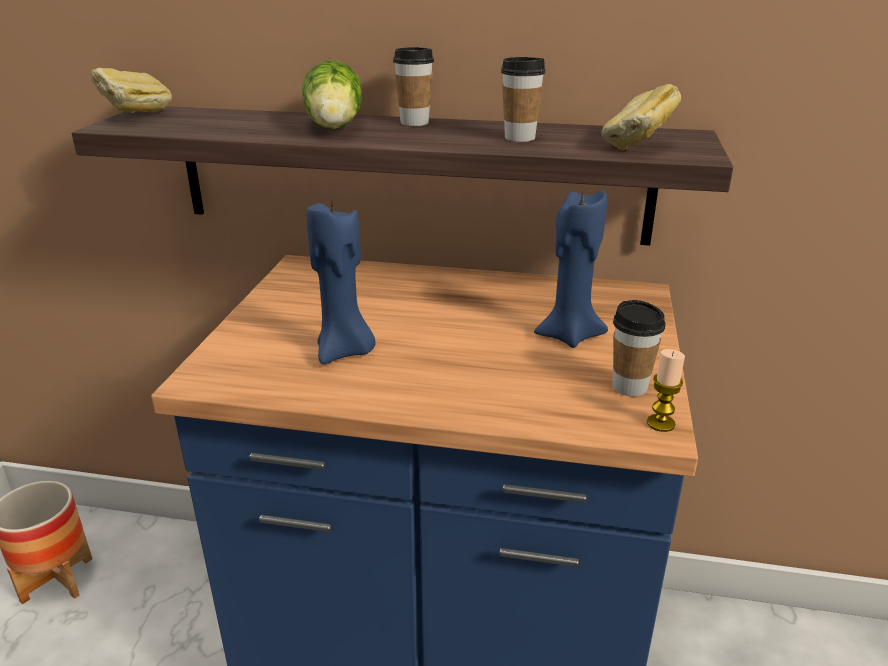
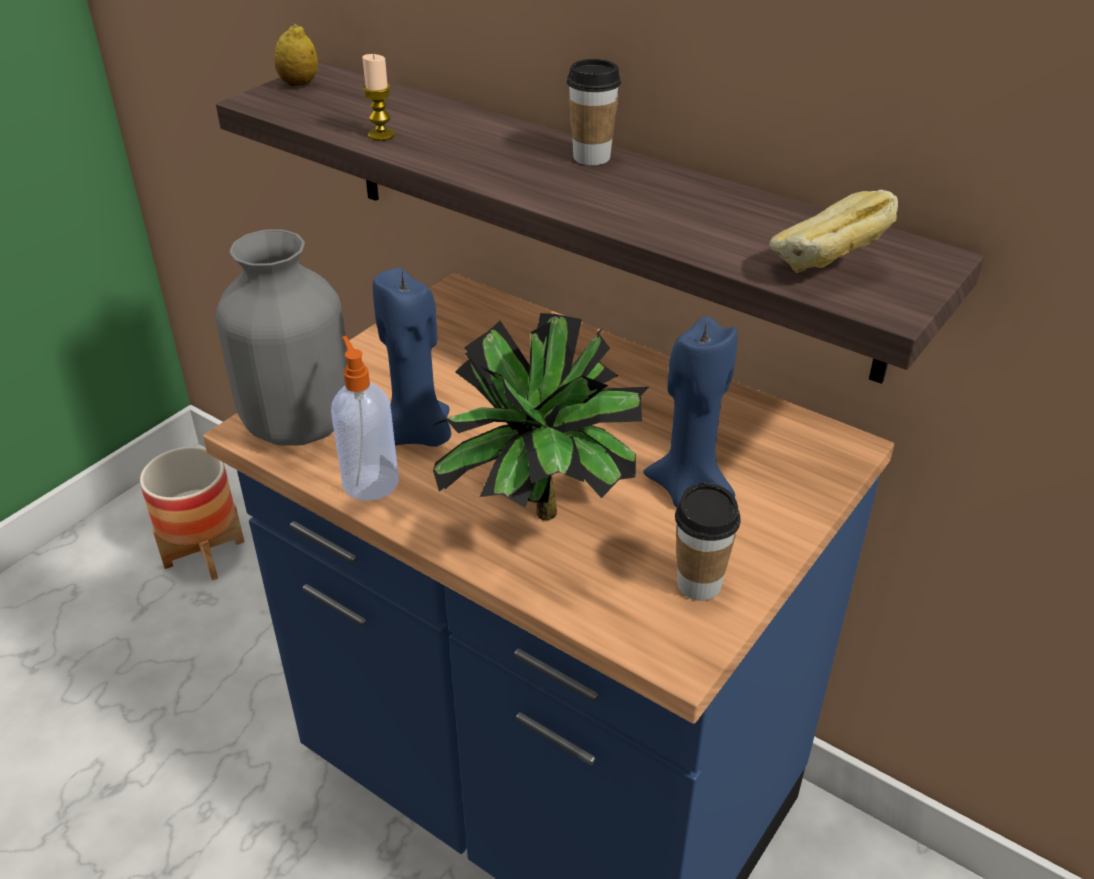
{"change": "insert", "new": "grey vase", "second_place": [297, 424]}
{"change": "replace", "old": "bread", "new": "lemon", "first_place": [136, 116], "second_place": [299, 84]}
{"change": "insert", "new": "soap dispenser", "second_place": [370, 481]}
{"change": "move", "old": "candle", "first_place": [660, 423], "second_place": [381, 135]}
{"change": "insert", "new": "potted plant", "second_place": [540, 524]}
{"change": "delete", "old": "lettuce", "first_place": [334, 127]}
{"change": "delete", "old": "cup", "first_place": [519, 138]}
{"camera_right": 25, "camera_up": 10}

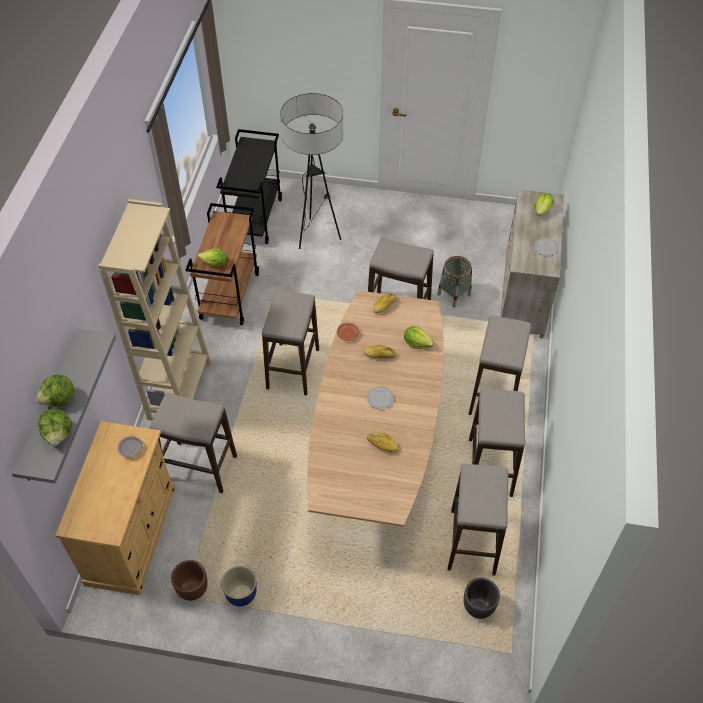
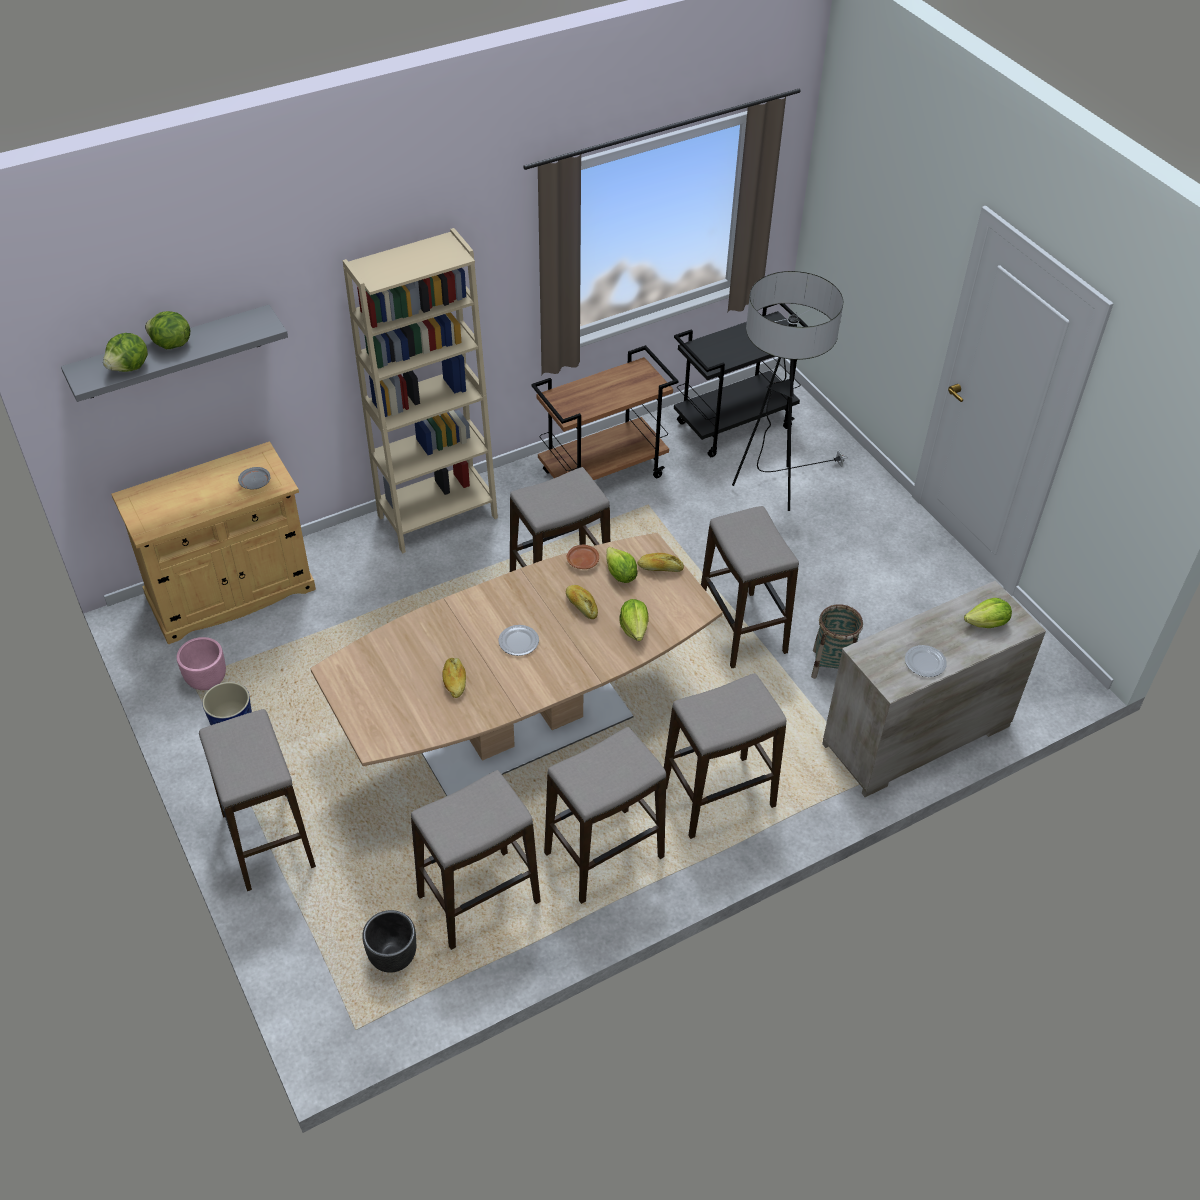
{"change": "recolor", "old": "brown planter", "new": "pink planter", "first_place": [192, 589], "second_place": [207, 680]}
{"change": "move", "old": "stool", "first_place": [200, 467], "second_place": [268, 840]}
{"change": "move", "old": "lettuce", "first_place": [215, 263], "second_place": [620, 575]}
{"camera_right": 50, "camera_up": -5}

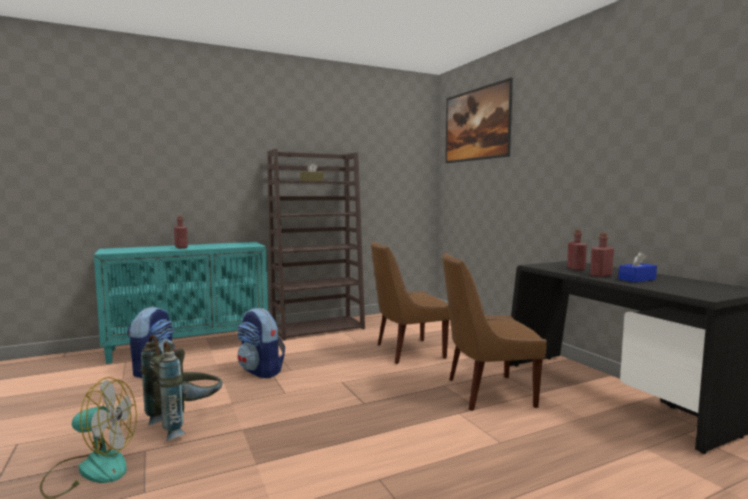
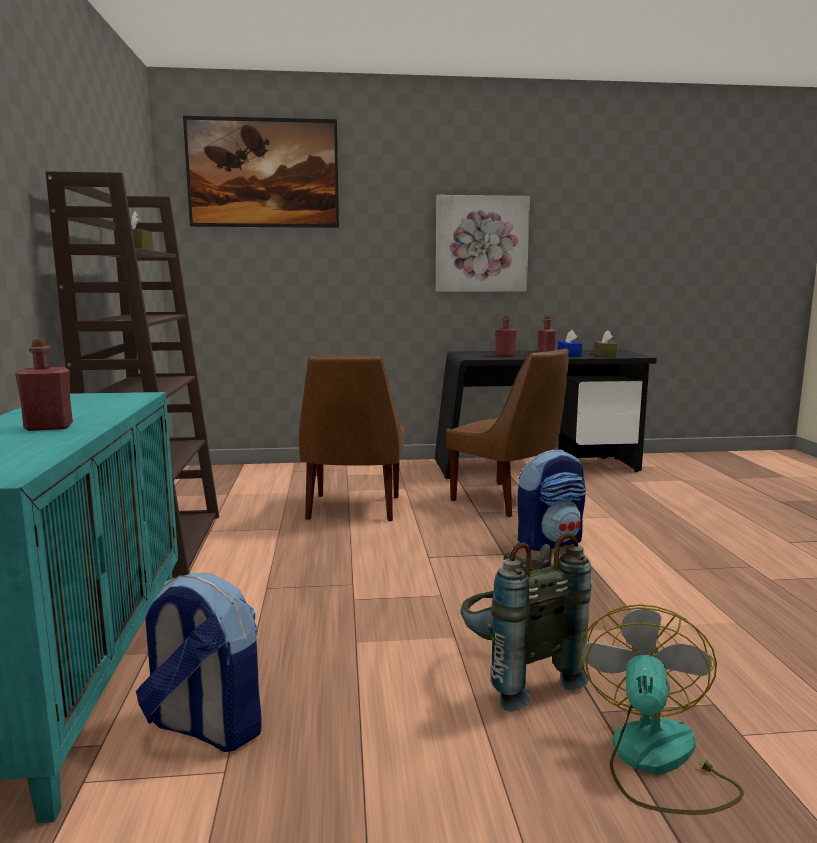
{"change": "insert", "new": "picture", "second_place": [481, 244]}
{"change": "rotate", "old": "brown chair", "first_place": [486, 393], "second_place": [507, 500], "degrees": -60}
{"change": "move", "old": "backpack", "first_place": [261, 371], "second_place": [550, 542]}
{"change": "insert", "new": "brown tissue box", "second_place": [605, 355]}
{"camera_right": -70, "camera_up": 5}

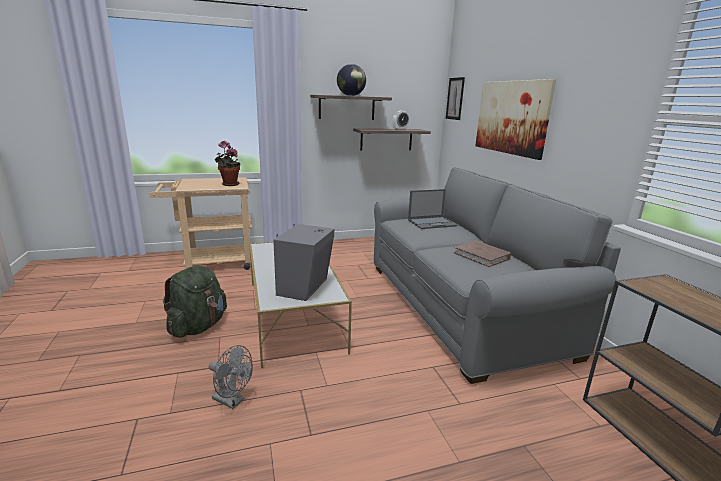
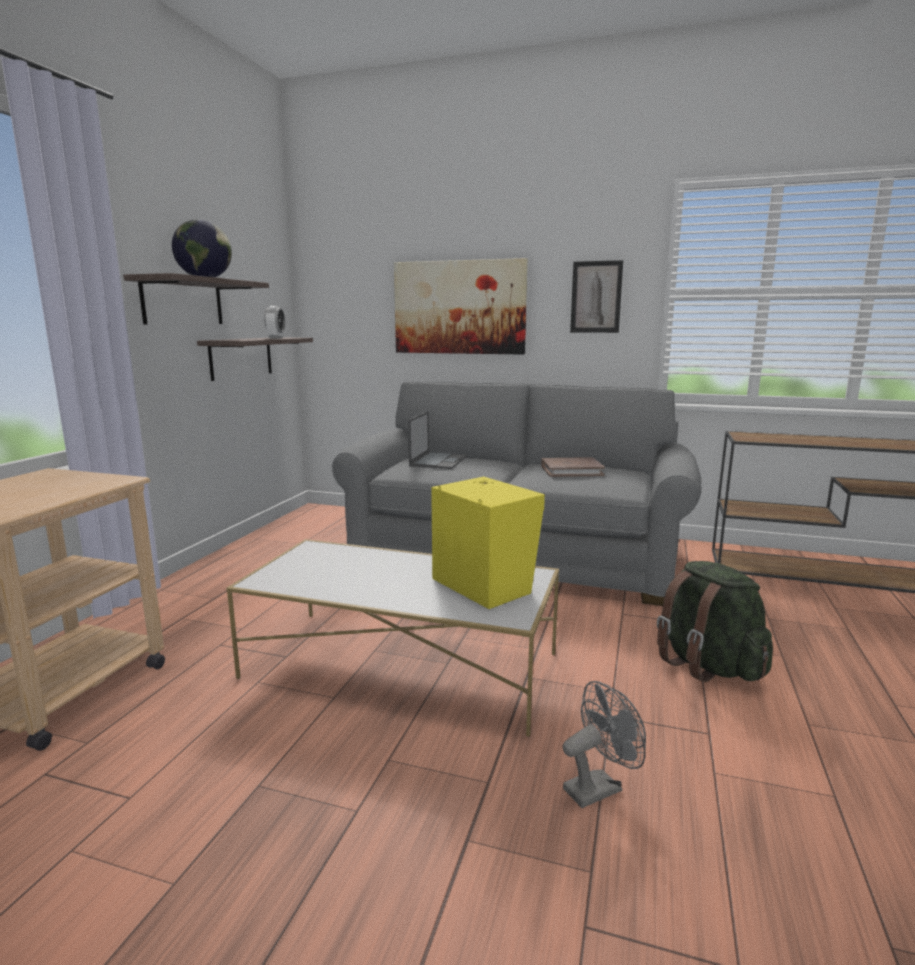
{"change": "recolor", "old": "grey speaker", "new": "yellow speaker", "first_place": [305, 287], "second_place": [483, 584]}
{"change": "move", "old": "picture", "first_place": [455, 98], "second_place": [596, 297]}
{"change": "move", "old": "green backpack", "first_place": [198, 327], "second_place": [707, 665]}
{"change": "delete", "old": "potted plant", "first_place": [229, 184]}
{"camera_right": -55, "camera_up": -5}

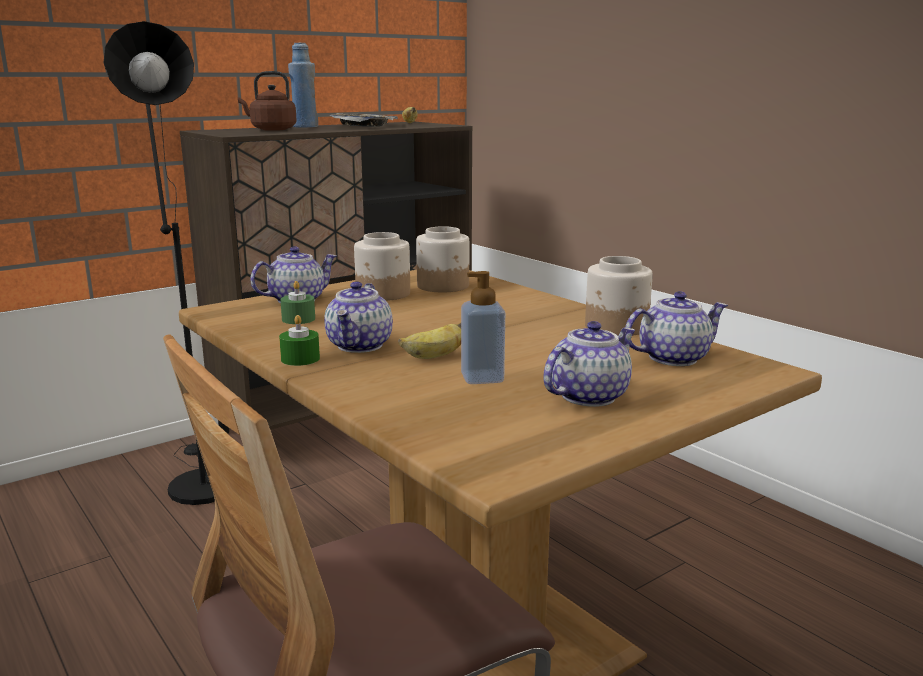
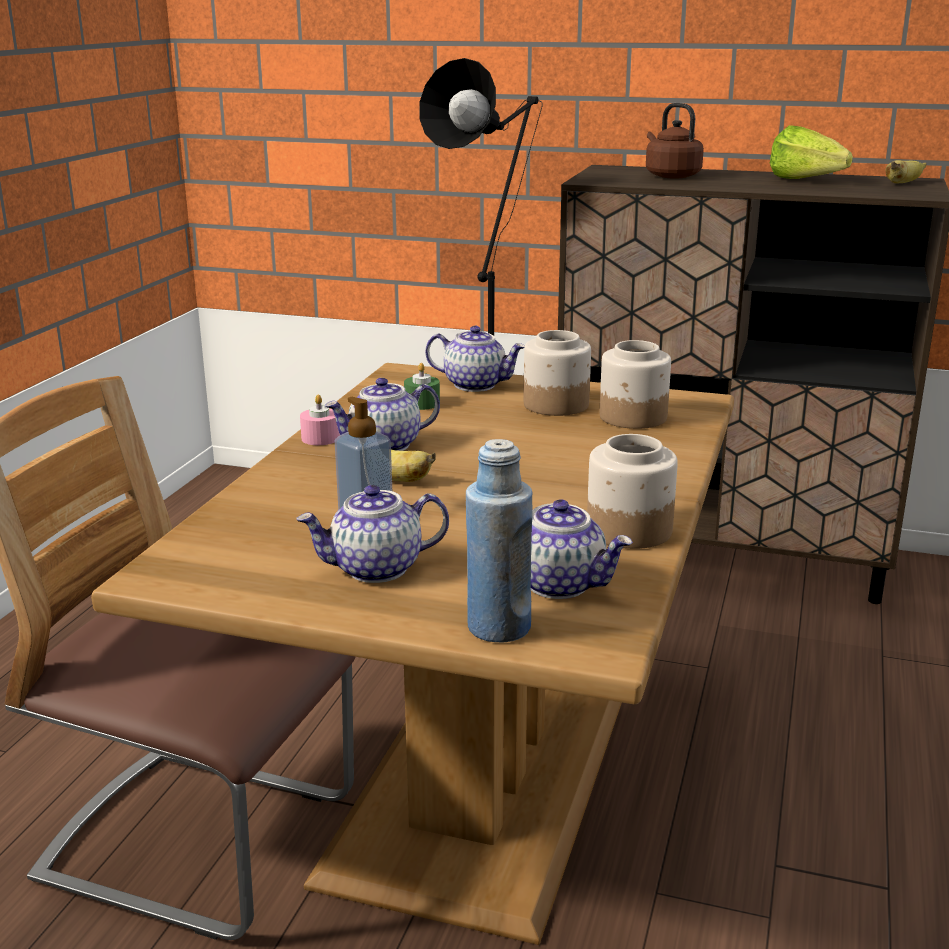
{"change": "rotate", "old": "teapot", "first_place": [588, 396], "second_place": [375, 569], "degrees": 150}
{"change": "recolor", "old": "green candle", "new": "pink candle", "first_place": [300, 359], "second_place": [320, 438]}
{"change": "move", "old": "blue bottle", "first_place": [305, 126], "second_place": [498, 627]}
{"change": "replace", "old": "tray", "new": "lettuce", "first_place": [363, 126], "second_place": [810, 181]}
{"camera_right": 55, "camera_up": 5}

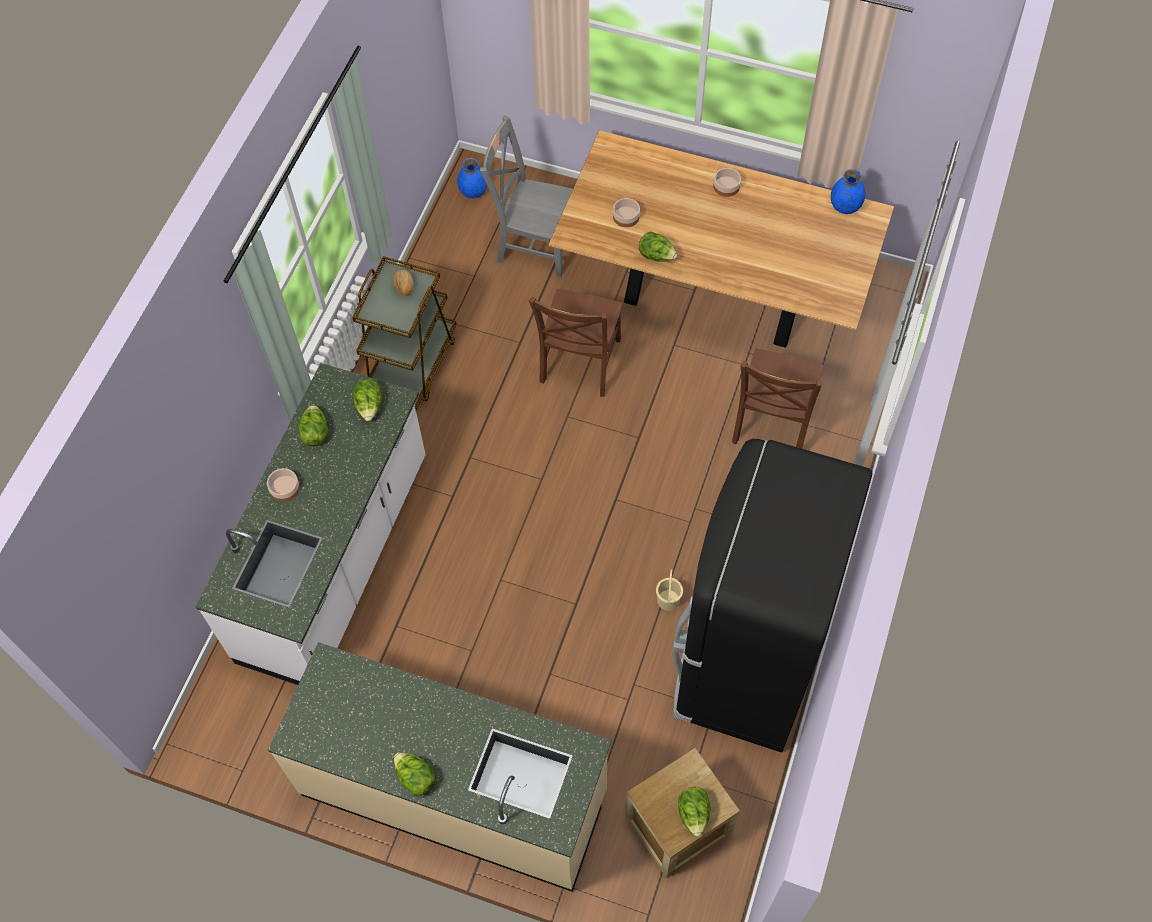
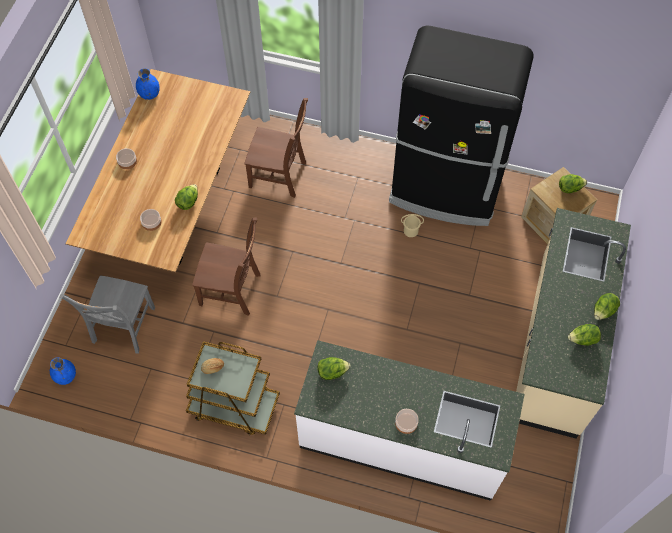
{"change": "move", "old": "lettuce", "first_place": [315, 433], "second_place": [582, 339]}
{"camera_right": -95, "camera_up": 0}

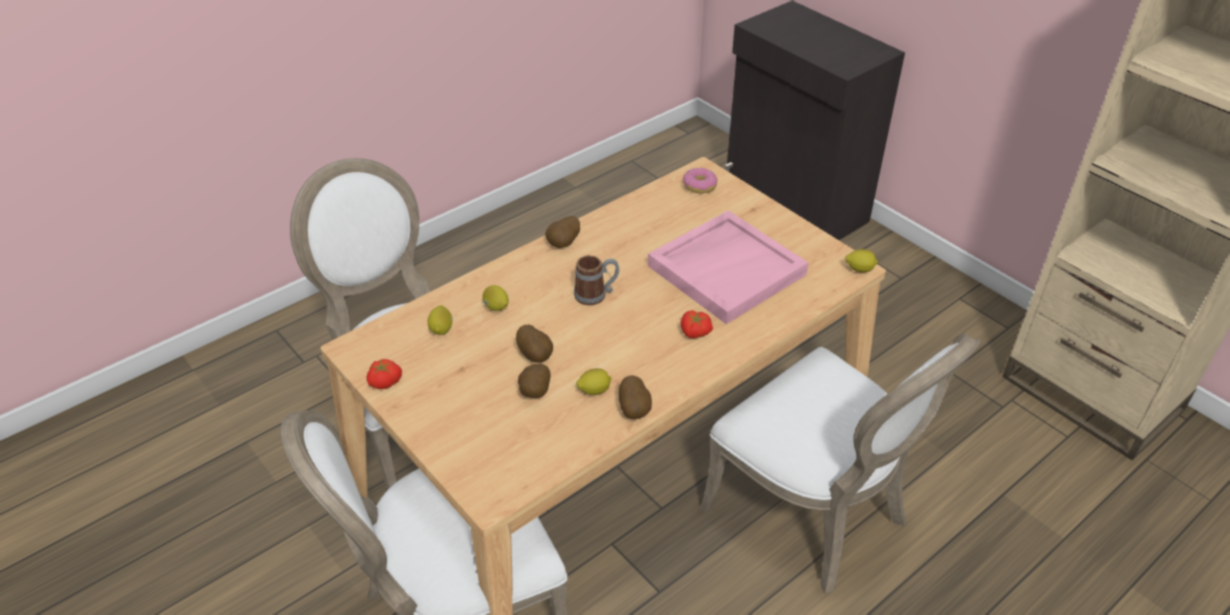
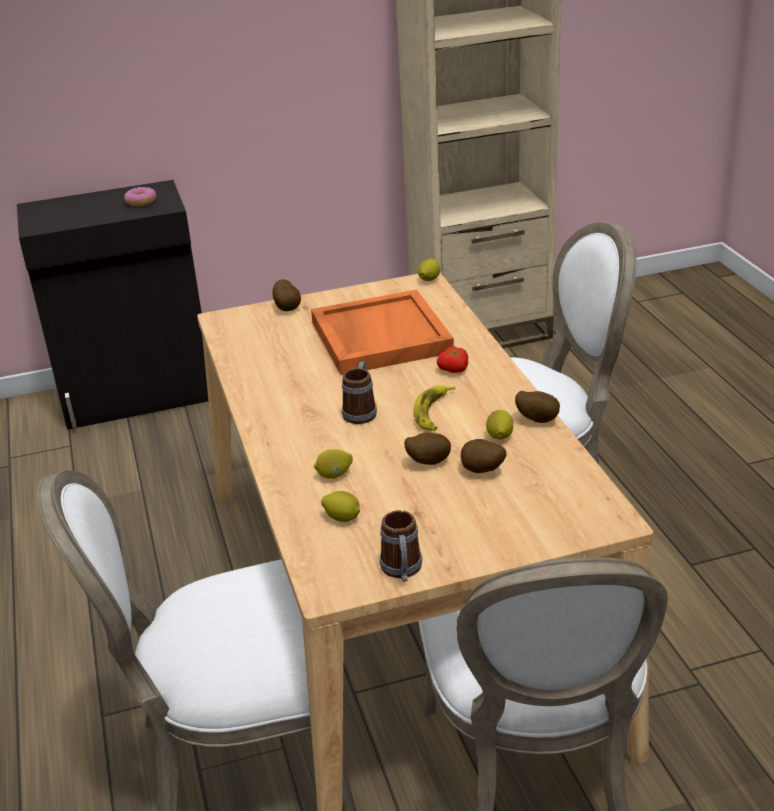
{"change": "move", "old": "donut", "first_place": [699, 186], "second_place": [141, 202]}
{"change": "move", "old": "potato", "first_place": [564, 244], "second_place": [288, 308]}
{"change": "recolor", "old": "pink tray", "new": "orange tray", "first_place": [726, 269], "second_place": [379, 337]}
{"change": "replace", "old": "tomato", "new": "mug", "first_place": [384, 381], "second_place": [402, 571]}
{"change": "insert", "new": "banana", "second_place": [433, 412]}
{"camera_right": -65, "camera_up": -10}

